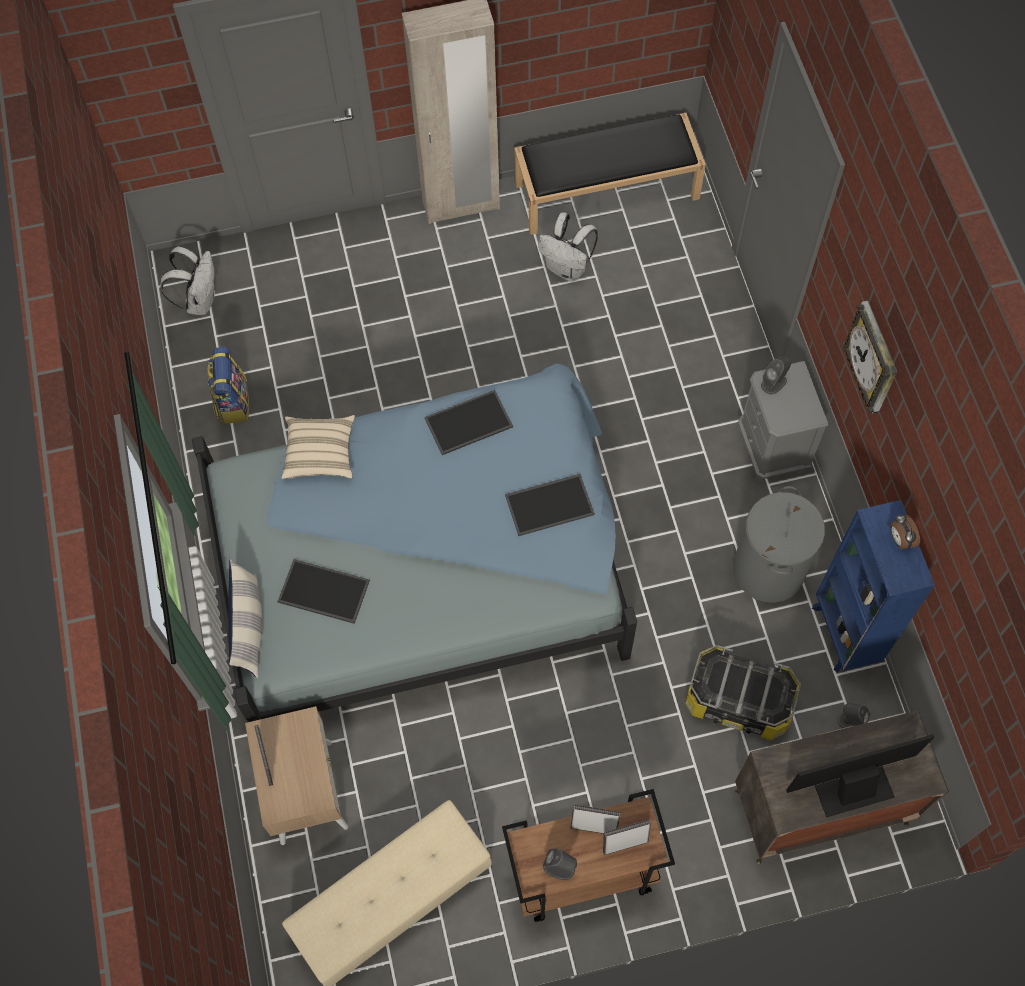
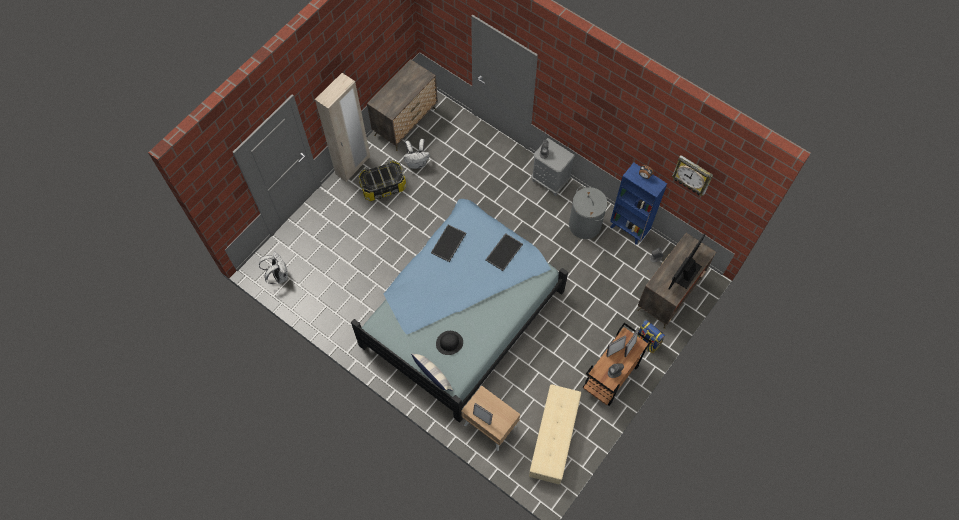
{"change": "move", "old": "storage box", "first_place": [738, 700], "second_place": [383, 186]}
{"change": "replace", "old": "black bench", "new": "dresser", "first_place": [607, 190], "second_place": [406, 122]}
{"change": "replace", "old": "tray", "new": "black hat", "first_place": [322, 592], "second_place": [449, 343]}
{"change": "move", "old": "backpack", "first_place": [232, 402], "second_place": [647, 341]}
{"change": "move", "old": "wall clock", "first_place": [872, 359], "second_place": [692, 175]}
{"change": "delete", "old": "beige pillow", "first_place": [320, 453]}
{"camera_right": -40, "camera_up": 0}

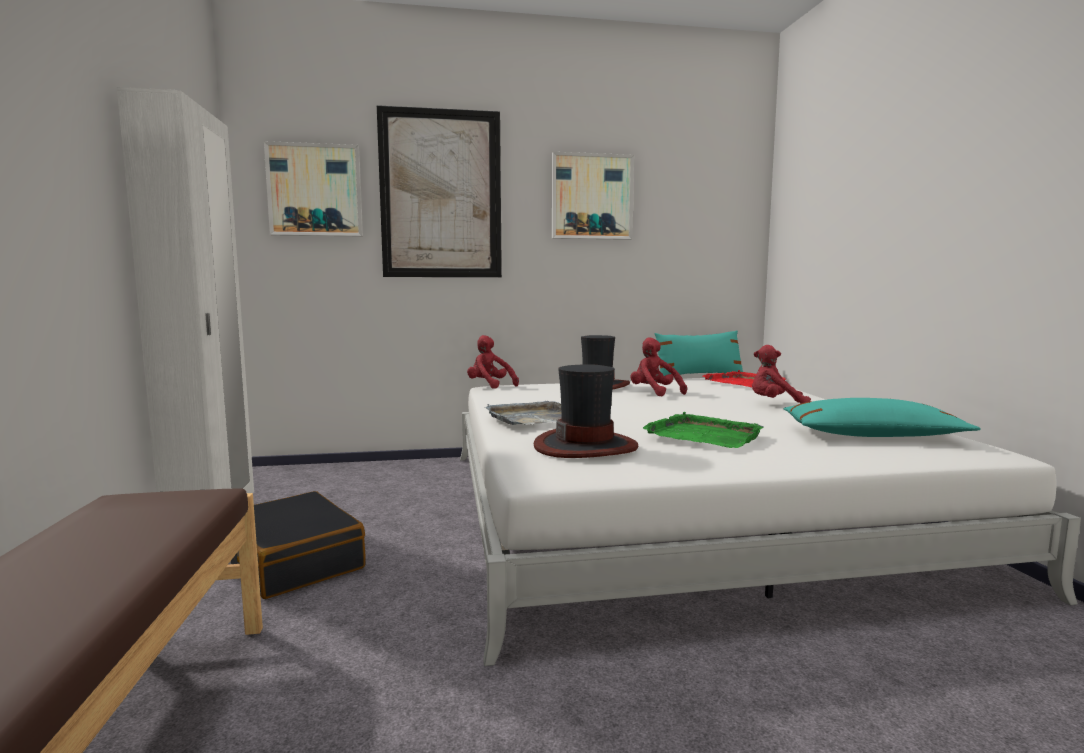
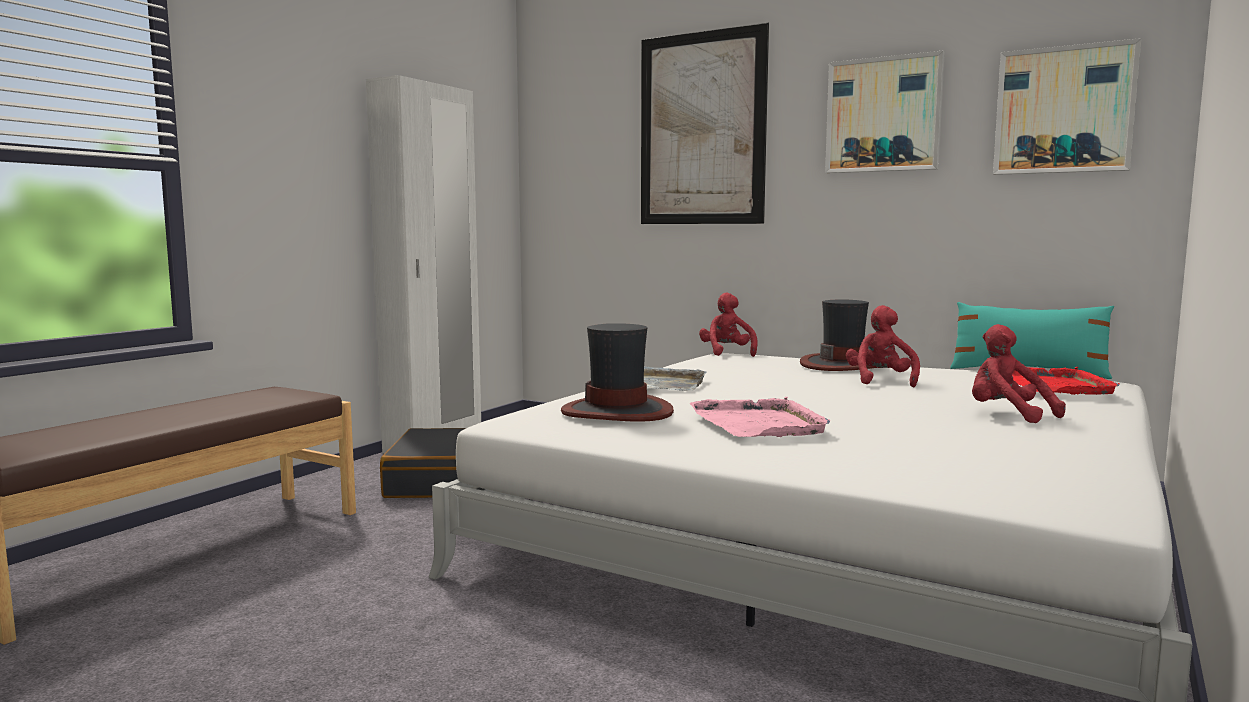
{"change": "recolor", "old": "green tray", "new": "pink tray", "first_place": [703, 435], "second_place": [759, 423]}
{"change": "move", "old": "picture", "first_place": [315, 190], "second_place": [1064, 110]}
{"change": "delete", "old": "turquoise pillow", "first_place": [871, 436]}
{"camera_right": 40, "camera_up": 0}

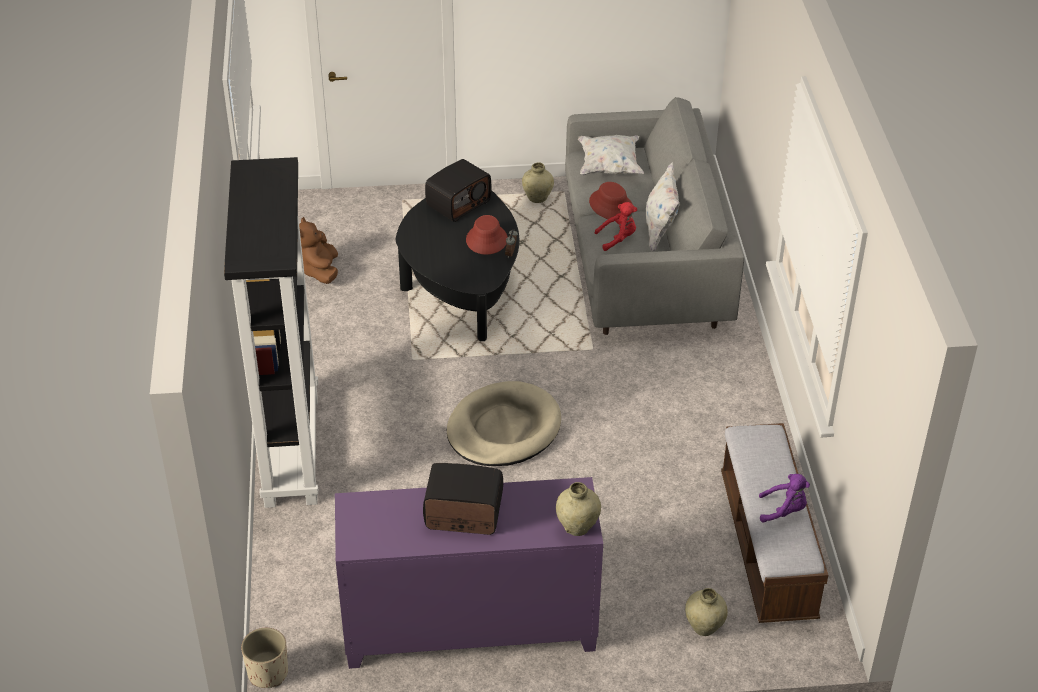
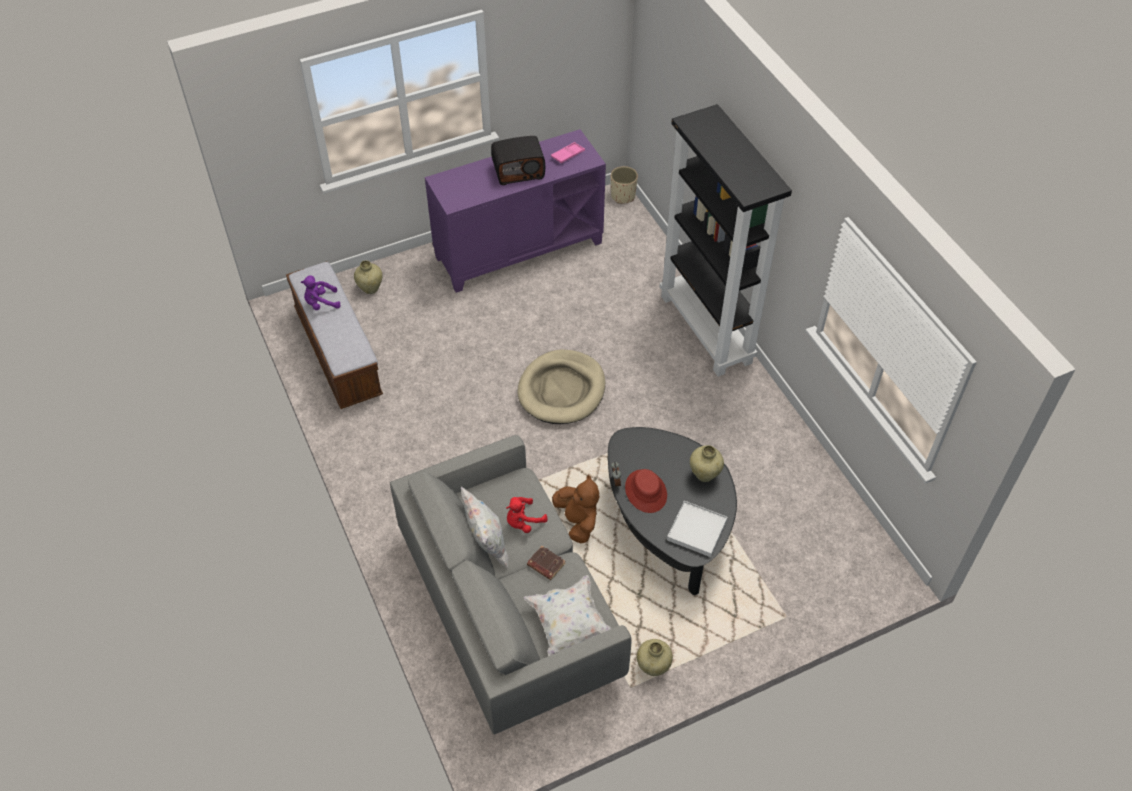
{"change": "replace", "old": "red hat", "new": "brown book", "first_place": [611, 206], "second_place": [545, 564]}
{"change": "insert", "new": "pink tray", "second_place": [567, 155]}
{"change": "move", "old": "brown plush toy", "first_place": [320, 271], "second_place": [577, 521]}
{"change": "replace", "old": "radio", "new": "white tray", "first_place": [458, 203], "second_place": [697, 530]}
{"change": "move", "old": "beige vase", "first_place": [577, 527], "second_place": [704, 474]}
{"camera_right": 160, "camera_up": 10}

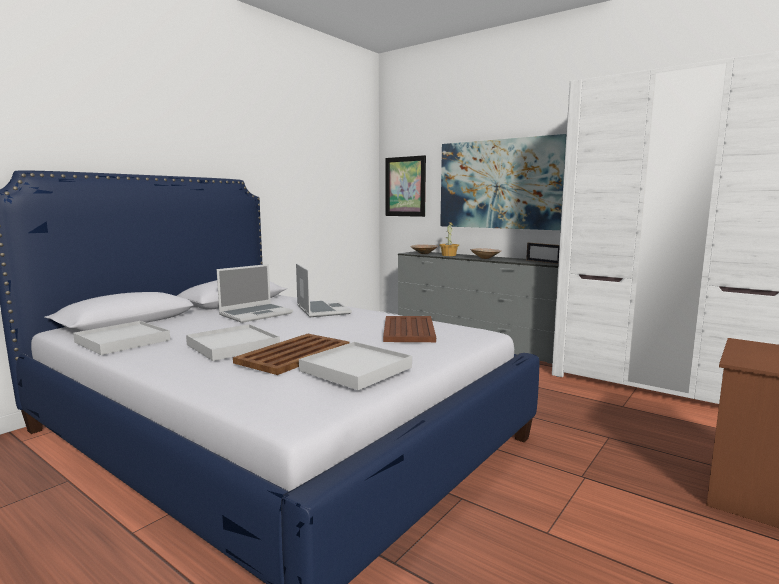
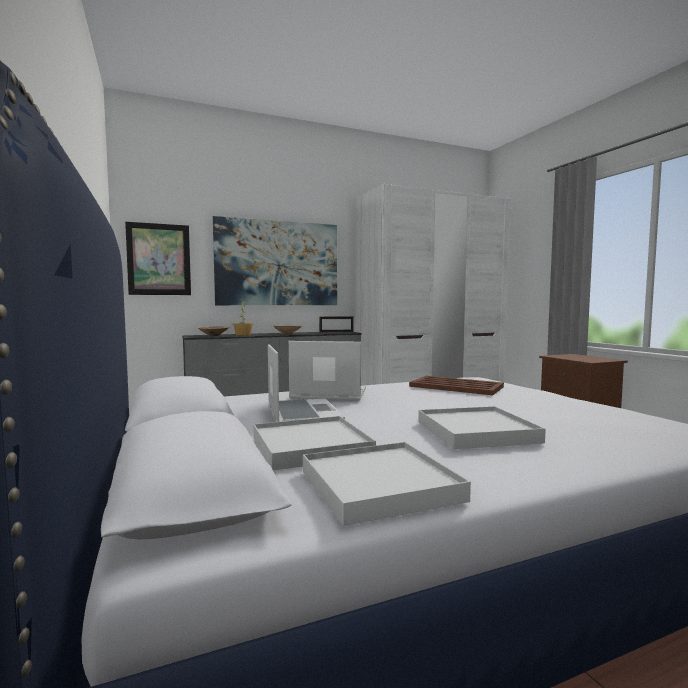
{"change": "move", "old": "white tray", "first_place": [356, 369], "second_place": [311, 446]}
{"change": "delete", "old": "brown tray", "first_place": [295, 354]}
{"camera_right": -60, "camera_up": -5}

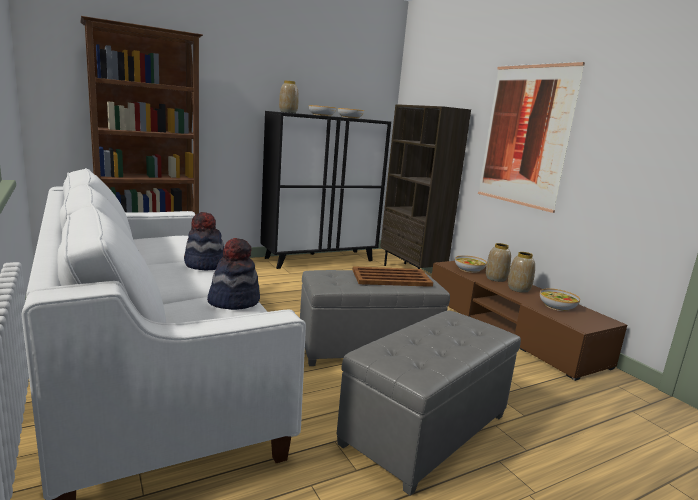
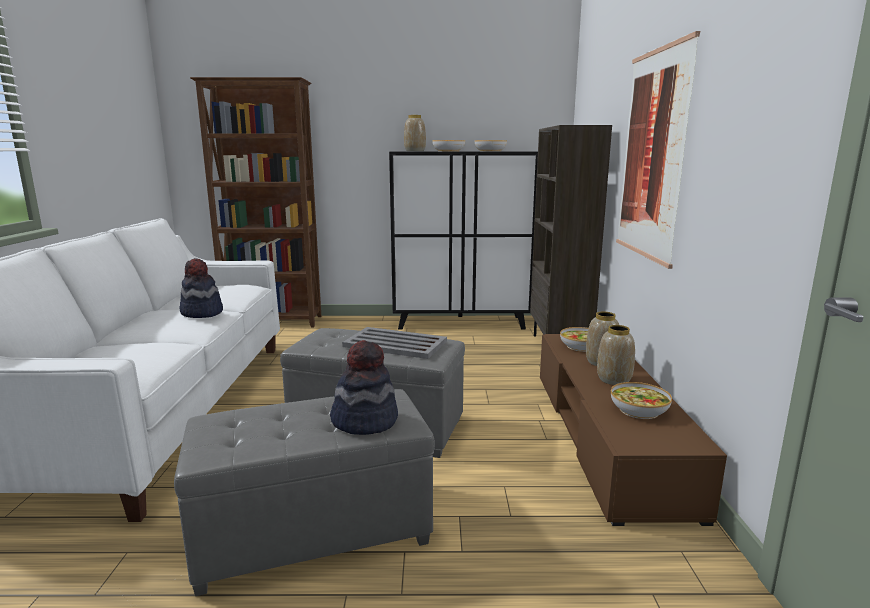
{"change": "move", "old": "hat", "first_place": [234, 301], "second_place": [365, 421]}
{"change": "recolor", "old": "brown tray", "new": "grey tray", "first_place": [390, 278], "second_place": [394, 344]}
{"camera_right": 30, "camera_up": 0}

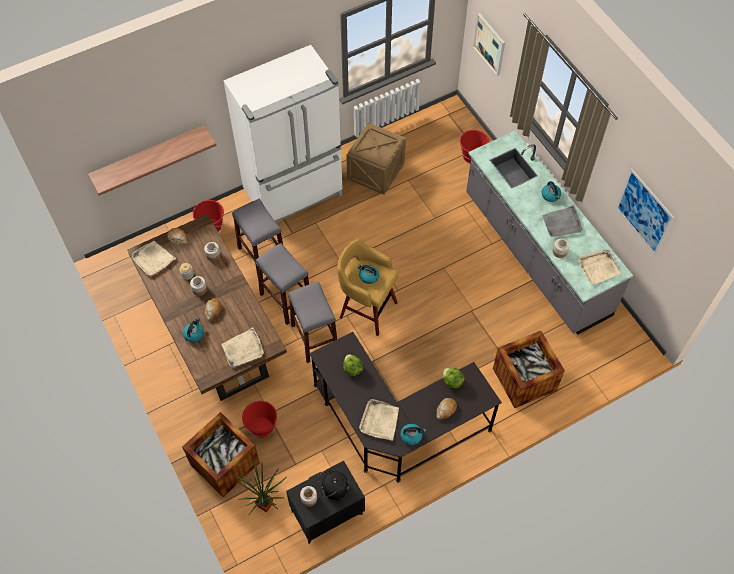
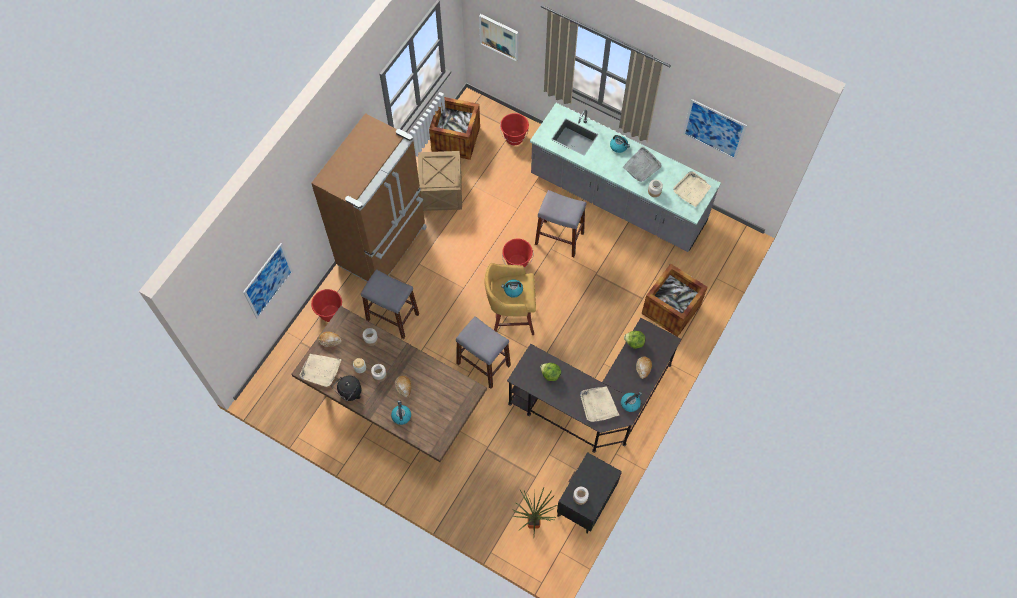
{"change": "replace", "old": "shelf", "new": "picture", "first_place": [149, 155], "second_place": [268, 281]}
{"change": "recolor", "old": "white fridge", "new": "brown fridge", "first_place": [294, 193], "second_place": [384, 246]}
{"change": "move", "old": "black kettle", "first_place": [333, 489], "second_place": [349, 393]}
{"change": "move", "old": "crate", "first_place": [225, 463], "second_place": [456, 139]}
{"change": "move", "old": "red bucket", "first_place": [262, 427], "second_place": [517, 263]}
{"change": "move", "old": "grey stool", "first_place": [286, 300], "second_place": [559, 238]}
{"change": "delete", "old": "beige tray", "first_place": [243, 349]}
{"camera_right": -30, "camera_up": 5}

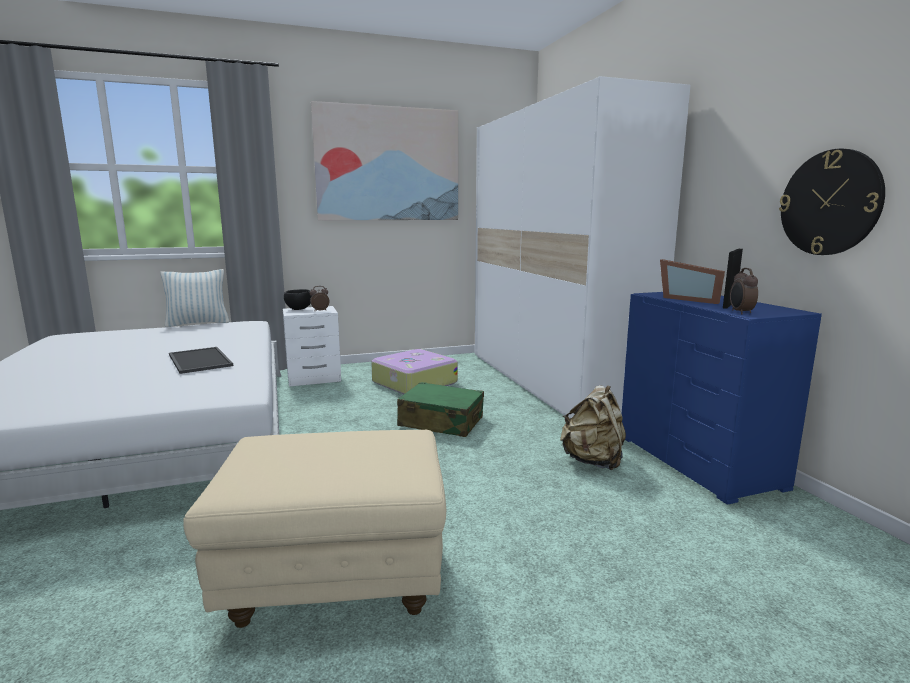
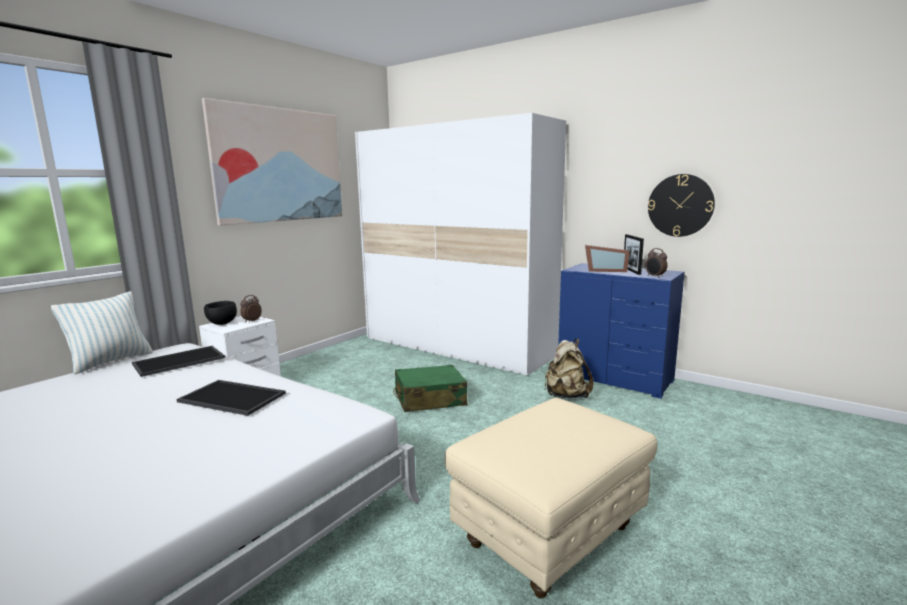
{"change": "insert", "new": "tray", "second_place": [178, 361]}
{"change": "delete", "old": "suitcase", "first_place": [413, 382]}
{"camera_right": -35, "camera_up": 0}

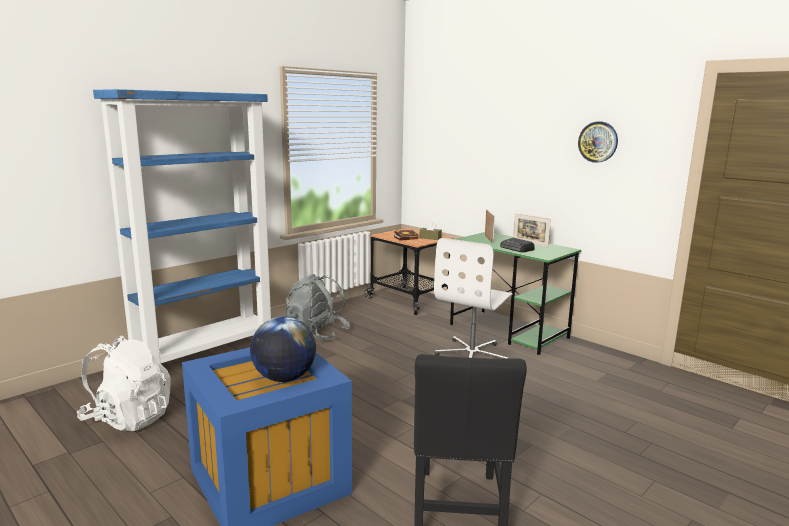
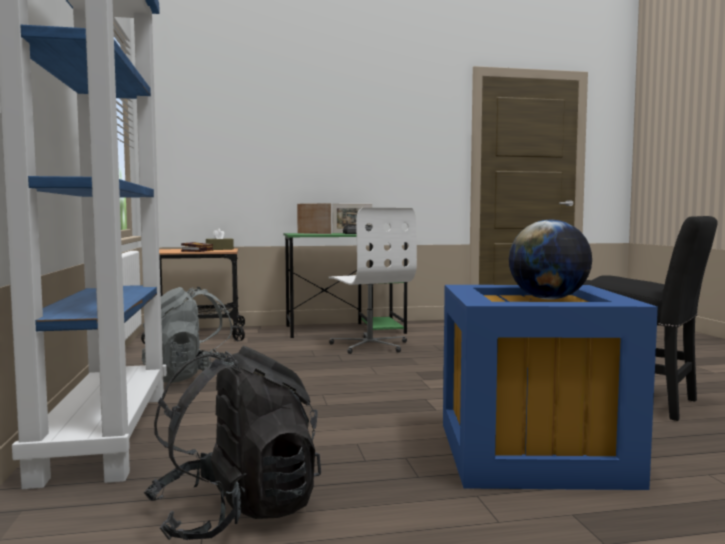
{"change": "recolor", "old": "white backpack", "new": "black backpack", "first_place": [128, 418], "second_place": [236, 513]}
{"change": "delete", "old": "wall clock", "first_place": [598, 142]}
{"camera_right": -55, "camera_up": -10}

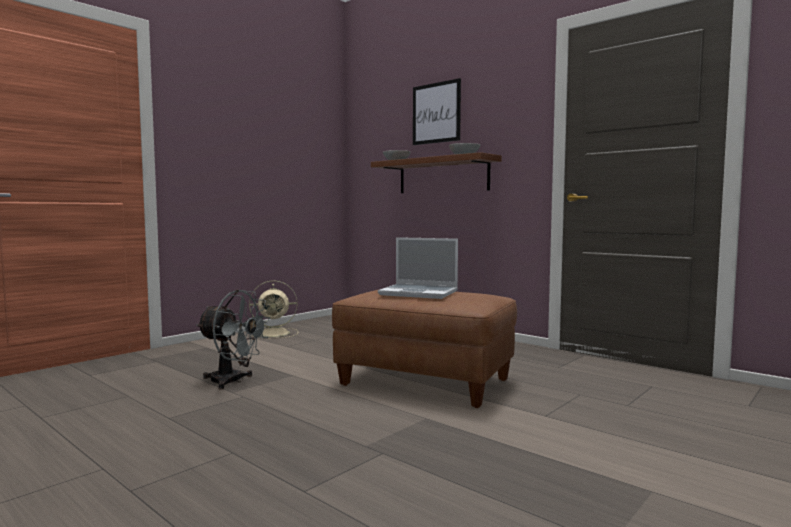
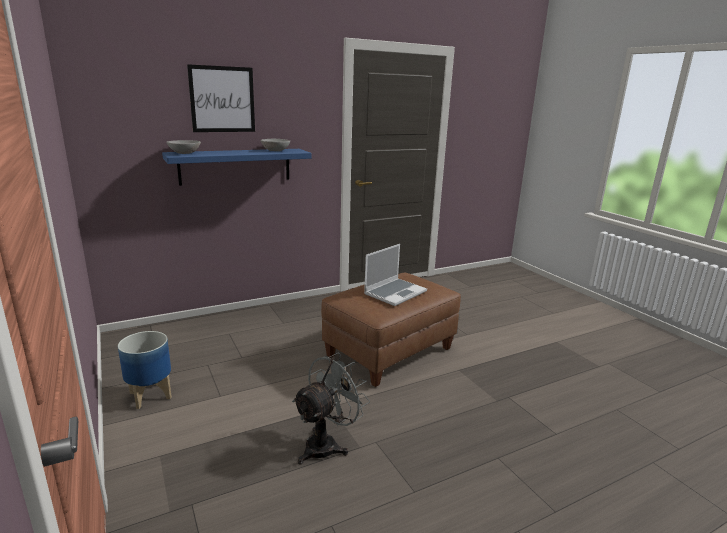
{"change": "replace", "old": "beige fan", "new": "planter", "first_place": [275, 333], "second_place": [150, 395]}
{"change": "recolor", "old": "brown shelf", "new": "blue shelf", "first_place": [442, 176], "second_place": [235, 166]}
{"camera_right": -70, "camera_up": 15}

